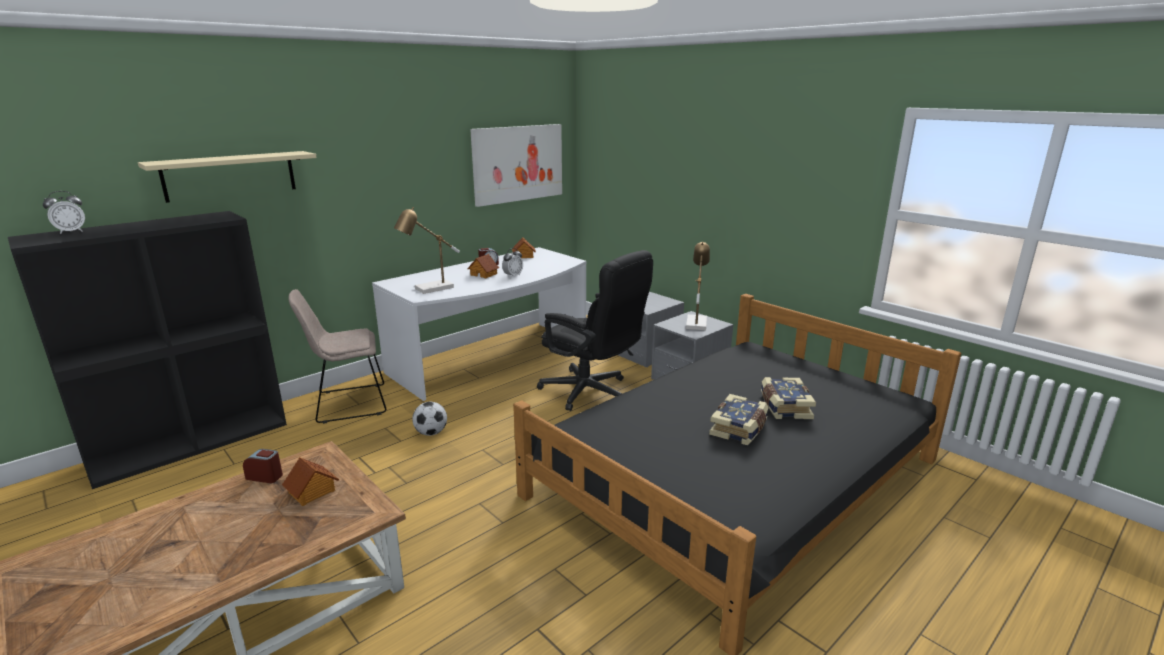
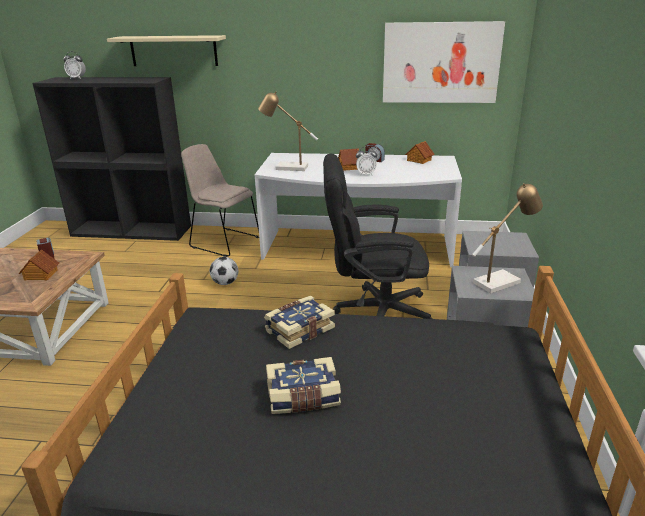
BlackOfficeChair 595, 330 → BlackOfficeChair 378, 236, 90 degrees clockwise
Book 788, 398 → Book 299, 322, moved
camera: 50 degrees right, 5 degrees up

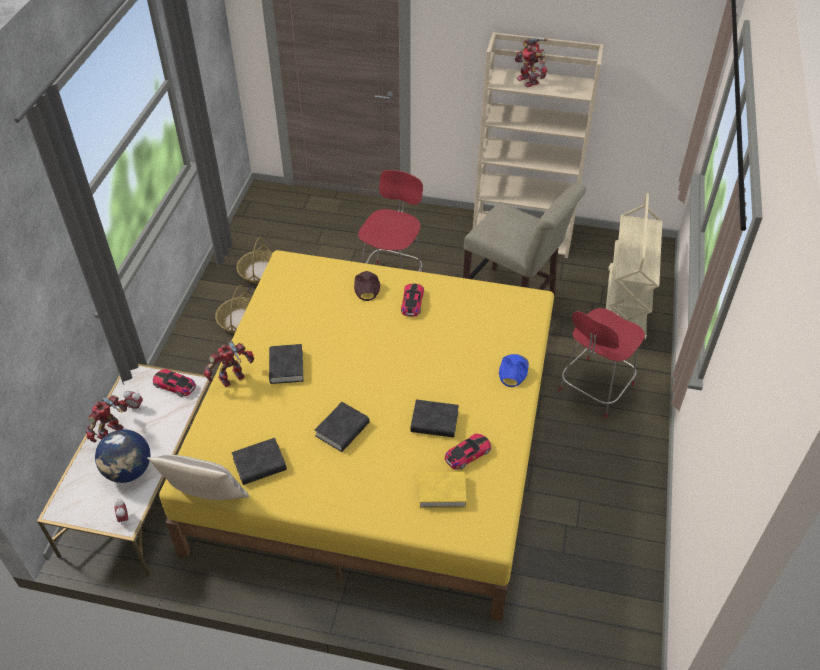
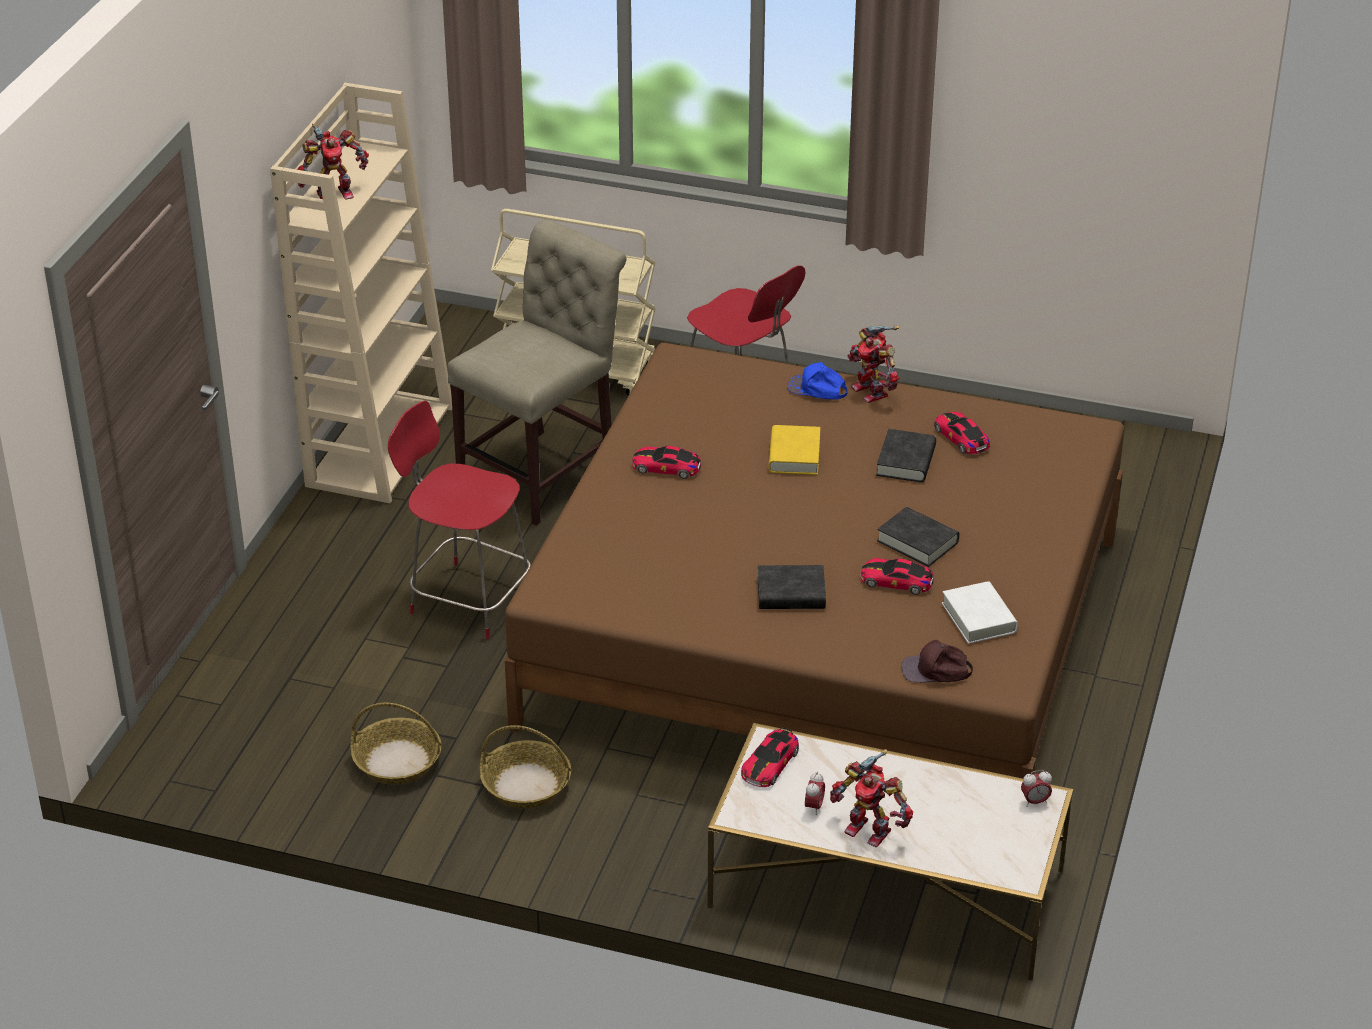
YellowBed 356, 435 → BrownBed 814, 561
BrownCap 367, 286 → BrownCap 937, 661, moved
ToyRobot 229, 364 → ToyRobot 874, 364, moved
Globe 123, 456 → -
BlackBook 259, 461 → WhiteBook 980, 612
Pillow 198, 477 → -
YellowBook 443, 489 → YellowBook 794, 450, moved
- → ToyCar 897, 576
camera: 85 degrees left, 10 degrees down

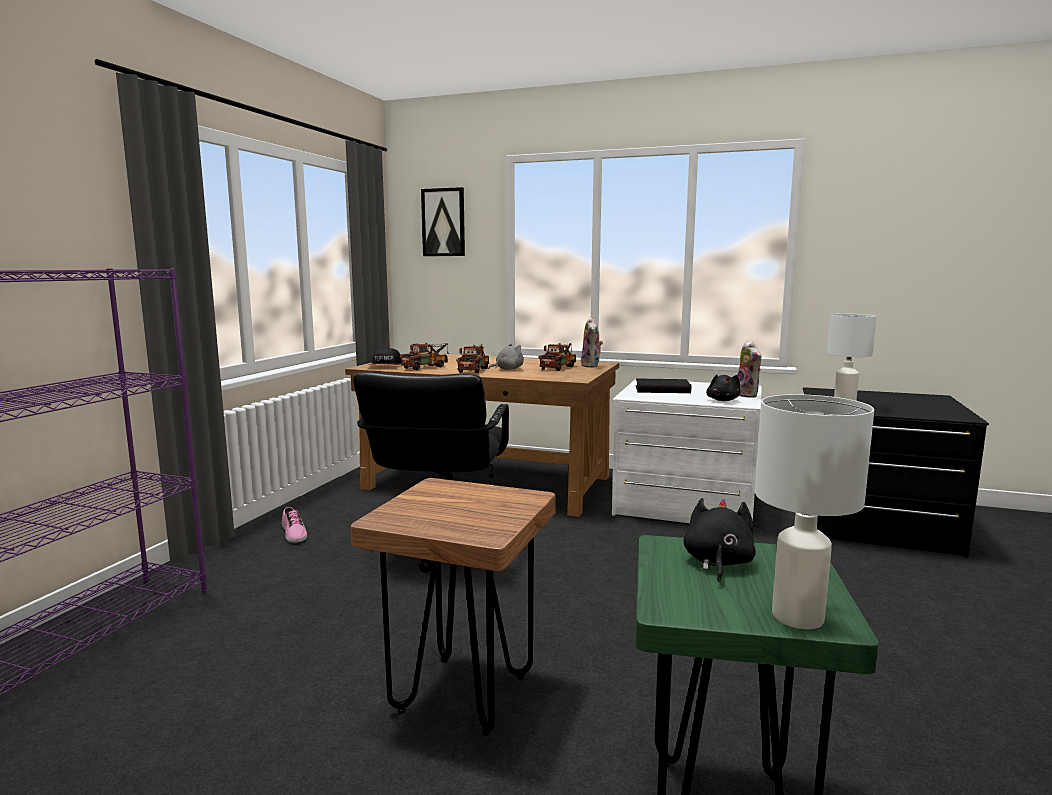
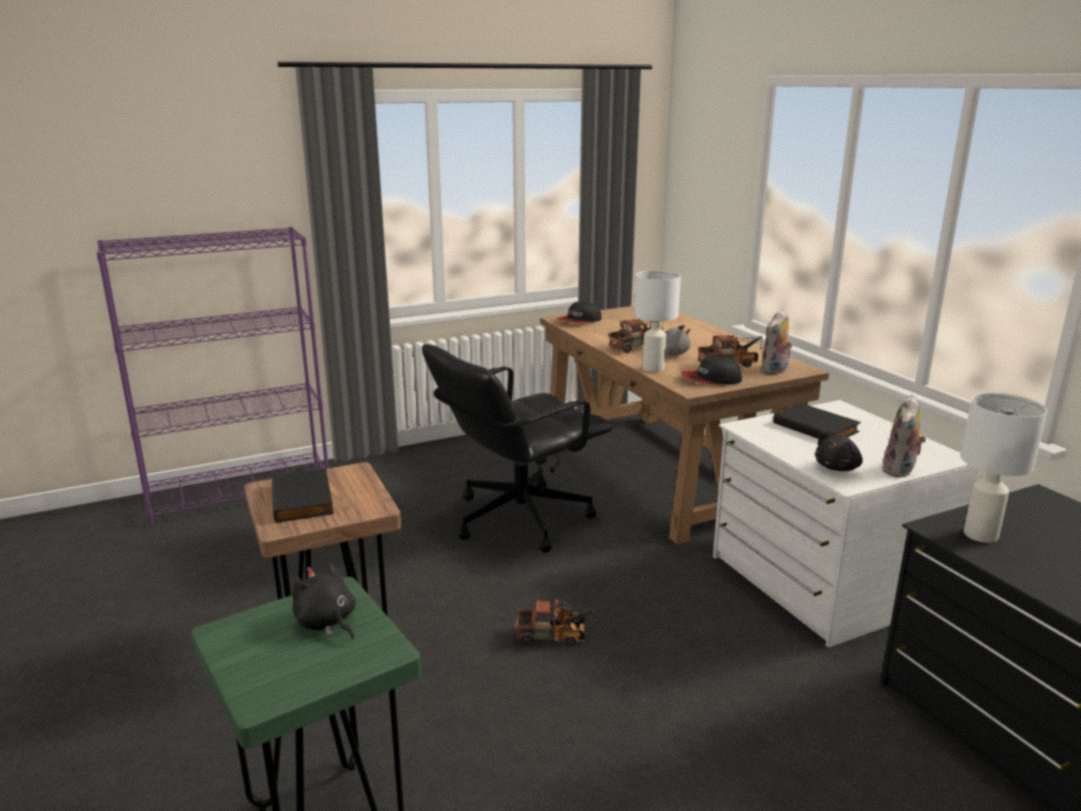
Picture 443, 221 → -
ToyTruck 424, 356 → ToyTruck 556, 622, moved
WhiteTableLamp 814, 511 → WhiteTableLamp 657, 321, moved
BlackPlushToy 720, 540 → BlackPlushToy 324, 601, 105 degrees counterclockwise
Shoe 294, 525 → -
- → Cap 711, 370
- → BlackBook 303, 495
camera: 45 degrees right, 10 degrees up

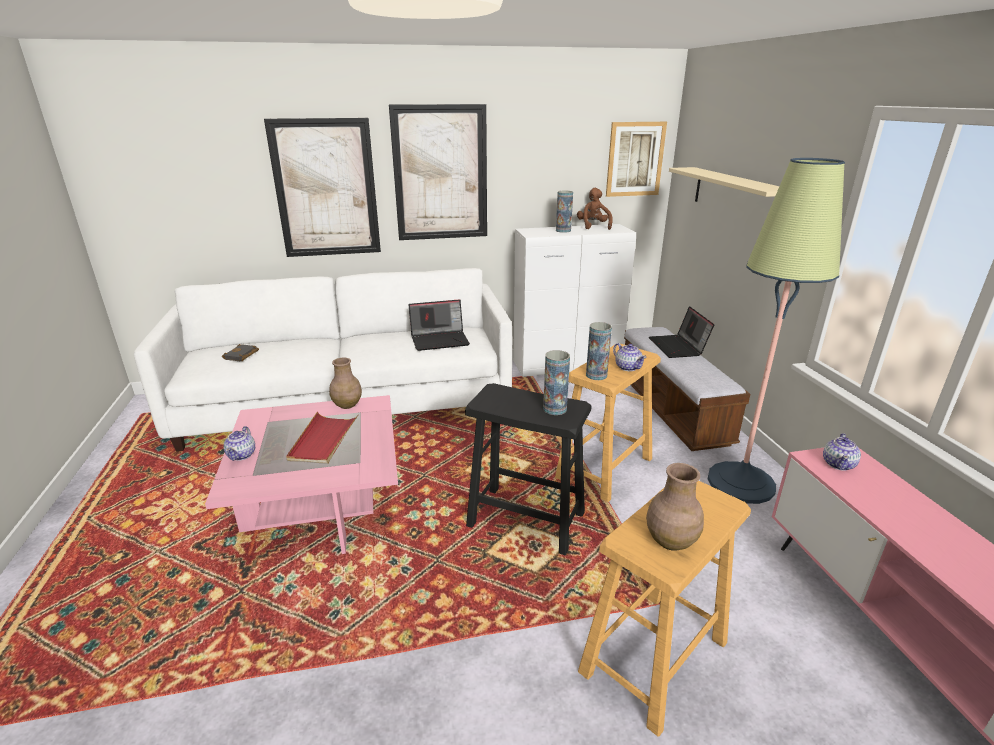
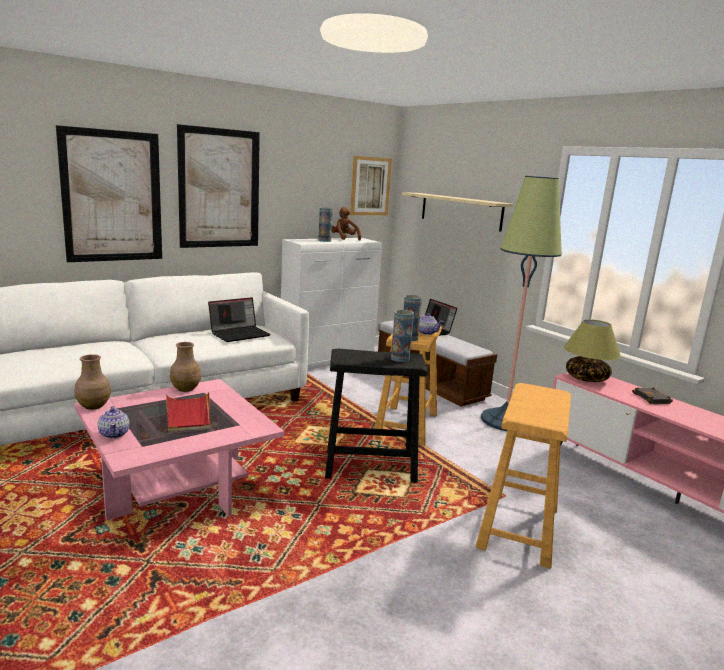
BlackBook 240, 352 → BlackBook 652, 395, moved
Teapot 842, 452 → TableLamp 592, 350
BrownVase 675, 507 → BrownVase 92, 382, moved
camera: 25 degrees left, 10 degrees down

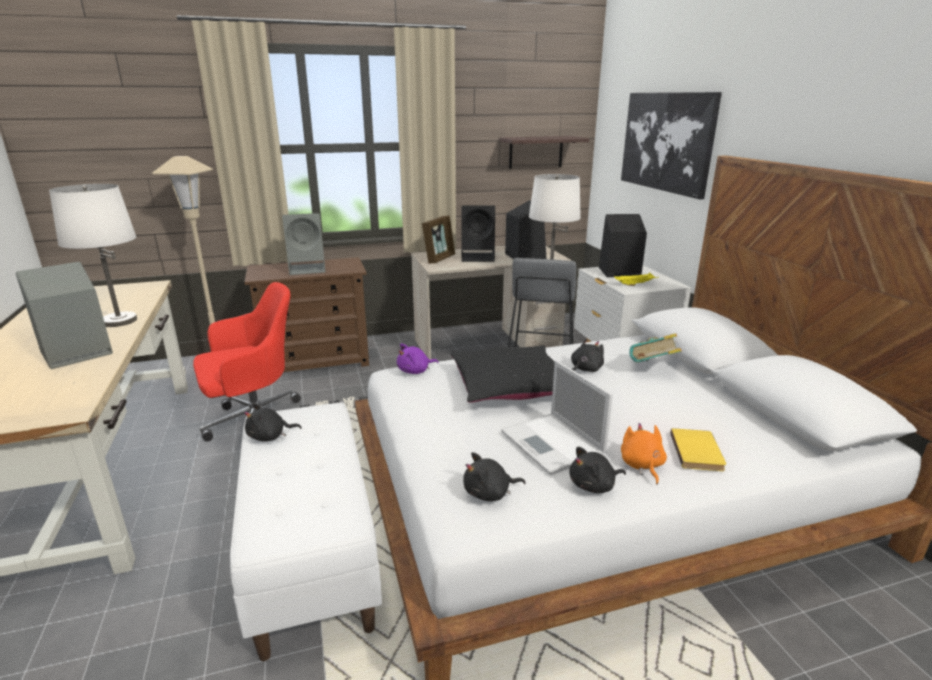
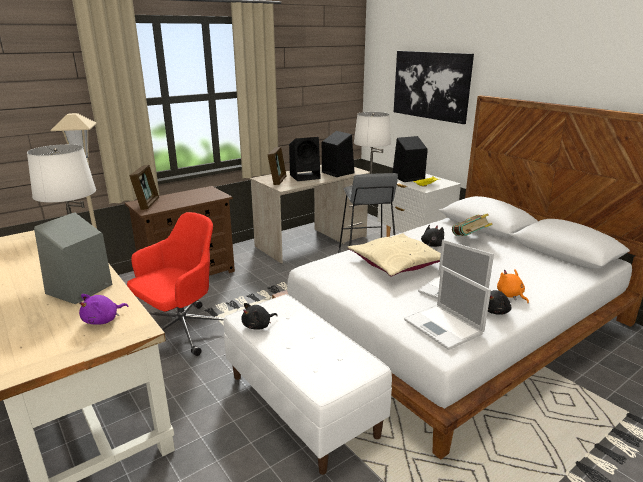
Shelf 544, 152 → -
GreySpeaker 304, 244 → -
PurplePlushToy 418, 358 → PurplePlushToy 103, 309, moved
BlackPillow 503, 374 → BeigePillow 394, 254
YellowBook 698, 449 → -
BlackPlushToy 494, 476 → Laptop 447, 308
- → PictureFrame 144, 187
camera: 20 degrees left, 0 degrees up

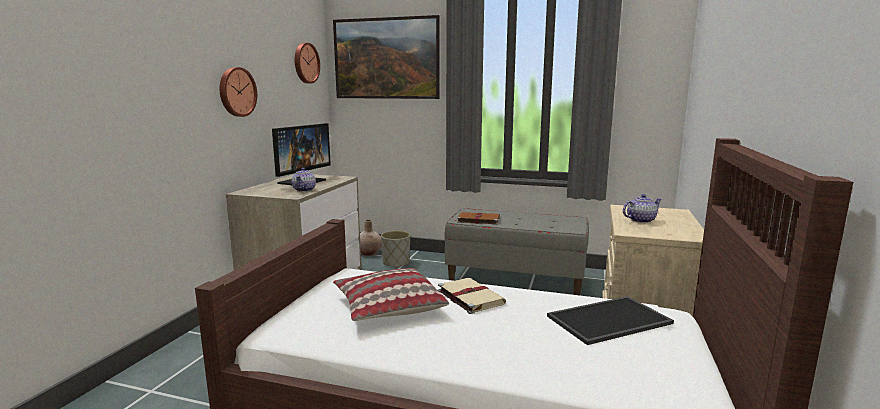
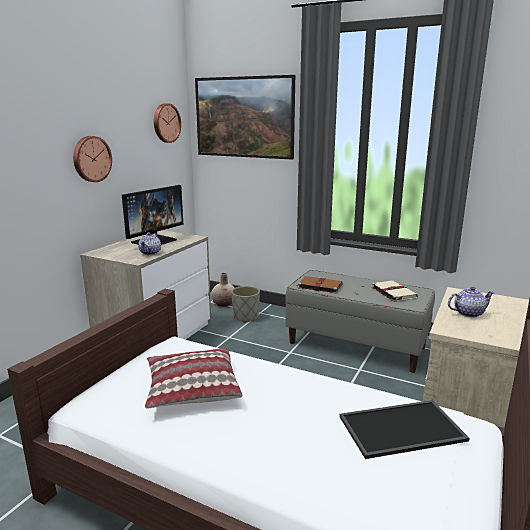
BeigeBook 472, 296 → BeigeBook 394, 291, moved
camera: 10 degrees right, 5 degrees up

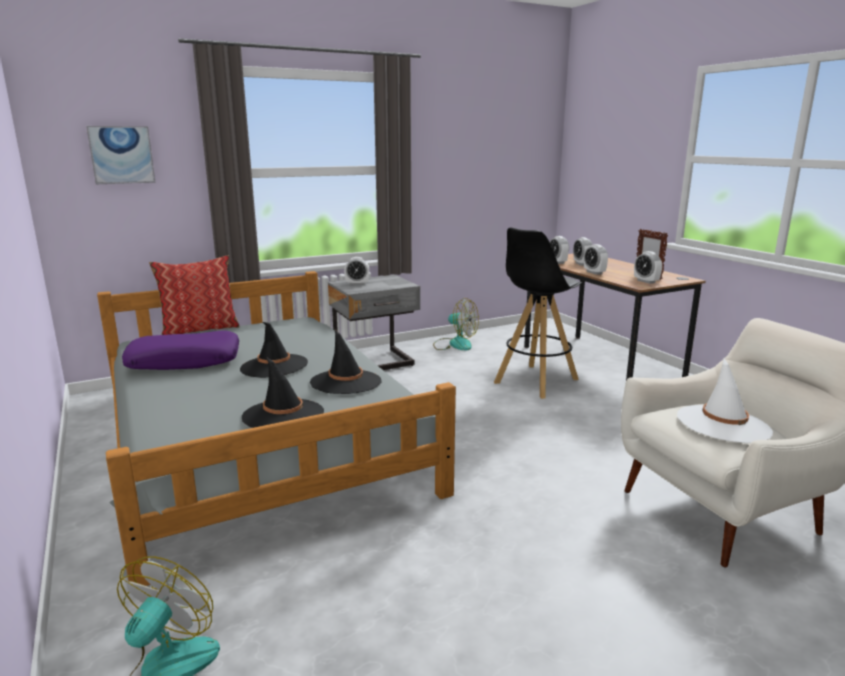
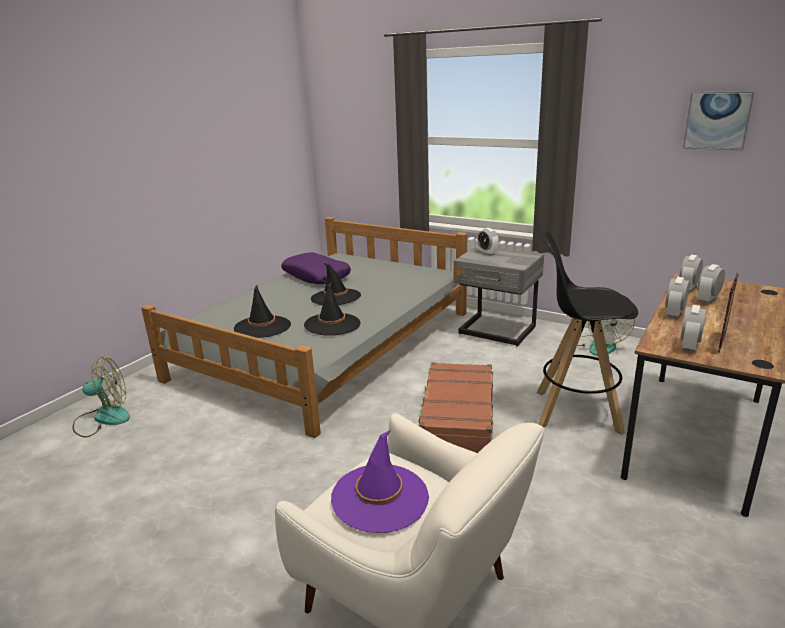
Picture 121, 155 → Picture 719, 120, moved
Pillow 194, 295 → -
WhiteHat 725, 400 → PurpleHat 380, 481
- → BrownSuitcase 455, 407
camera: 60 degrees right, 5 degrees up

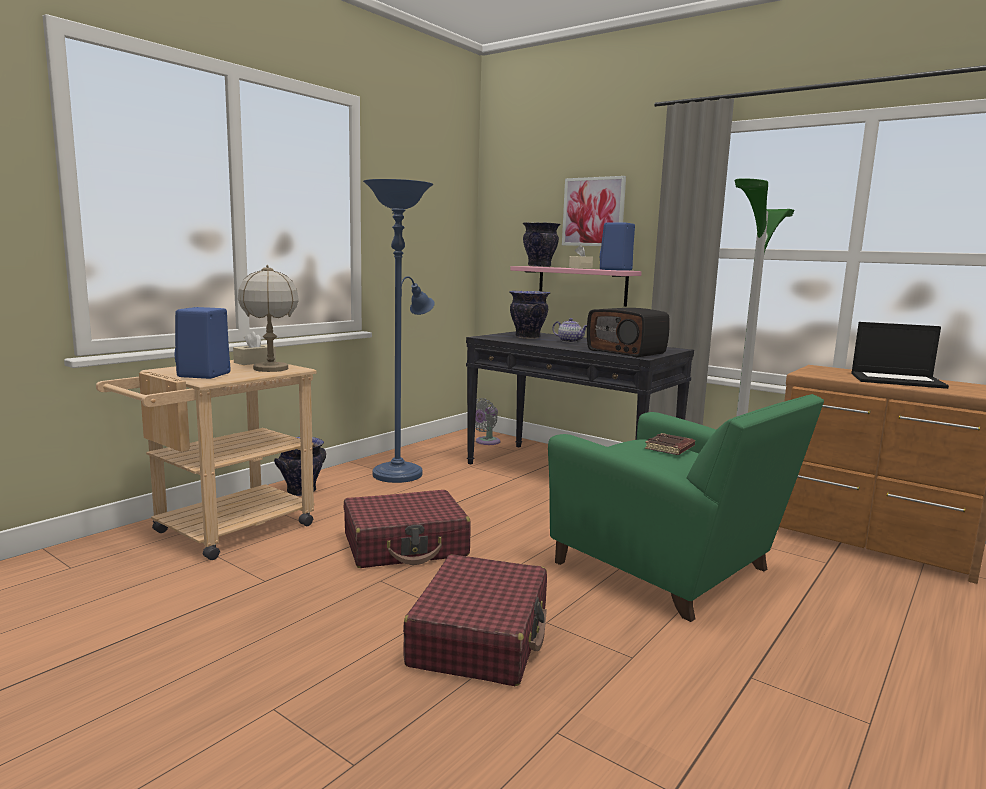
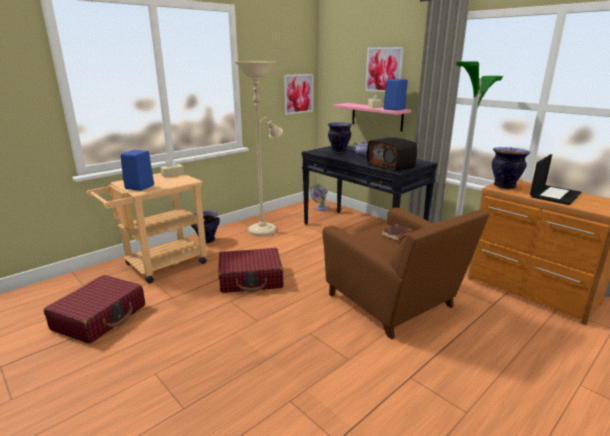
BlueFloorLamp 399, 331 → BeigeFloorLamp 259, 149
Vase 542, 244 → Vase 511, 168, moved
TableLamp 268, 318 → -
Laptop 900, 355 → Laptop 555, 179, 75 degrees counterclockwise
GreenArmchair 686, 508 → BrownArmchair 405, 273
RedSuitcase 475, 620 → RedSuitcase 94, 309, moved
- → Picture 298, 94
camera: 10 degrees right, 10 degrees up

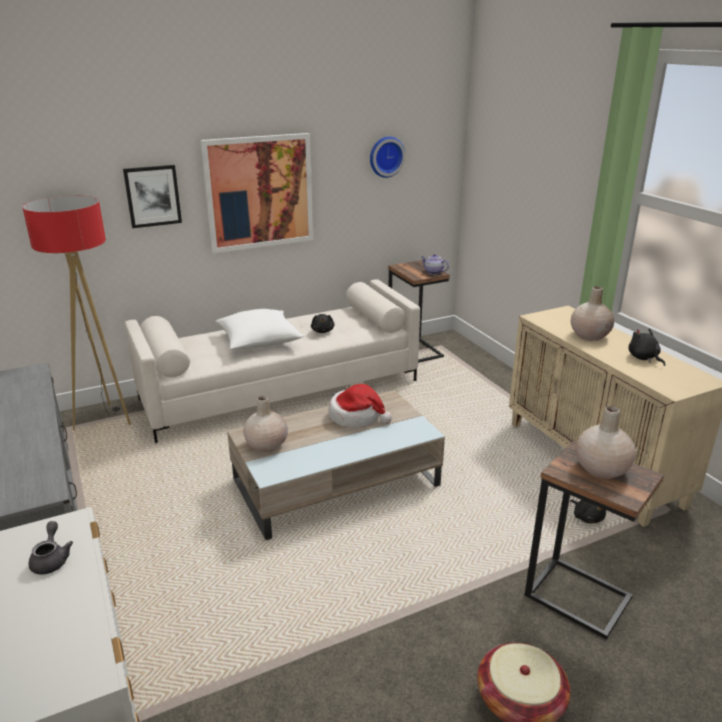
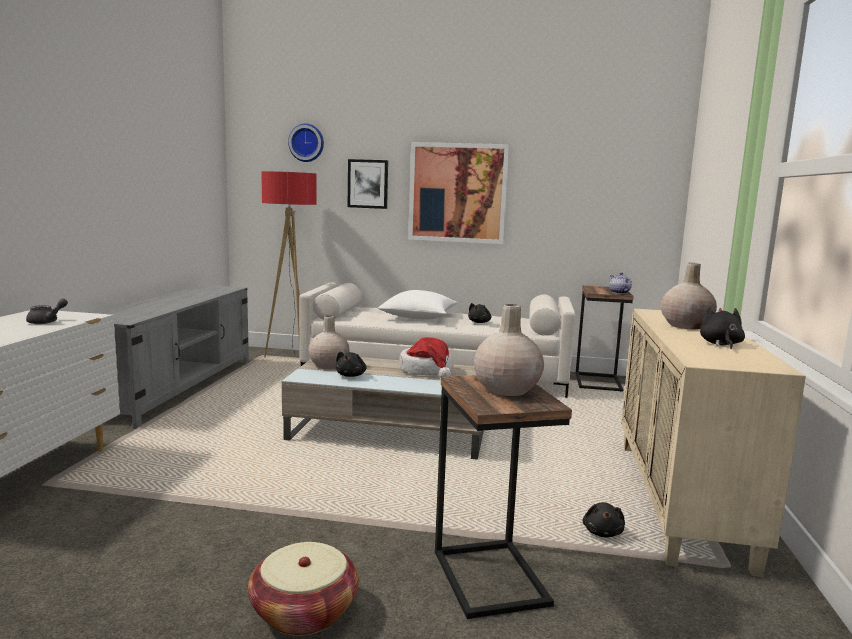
WallClock 387, 157 → WallClock 306, 143, moved
- → BlackPlushToy 351, 364
camera: 35 degrees right, 15 degrees down

